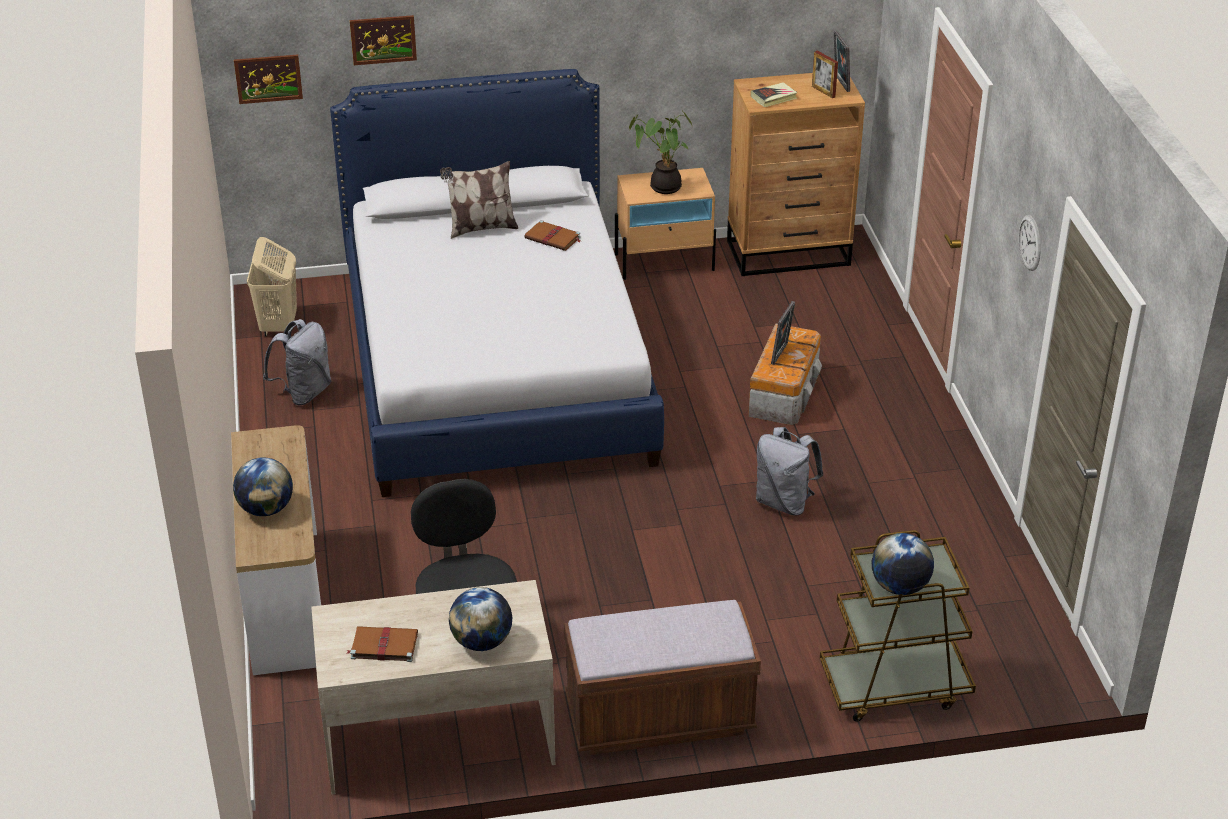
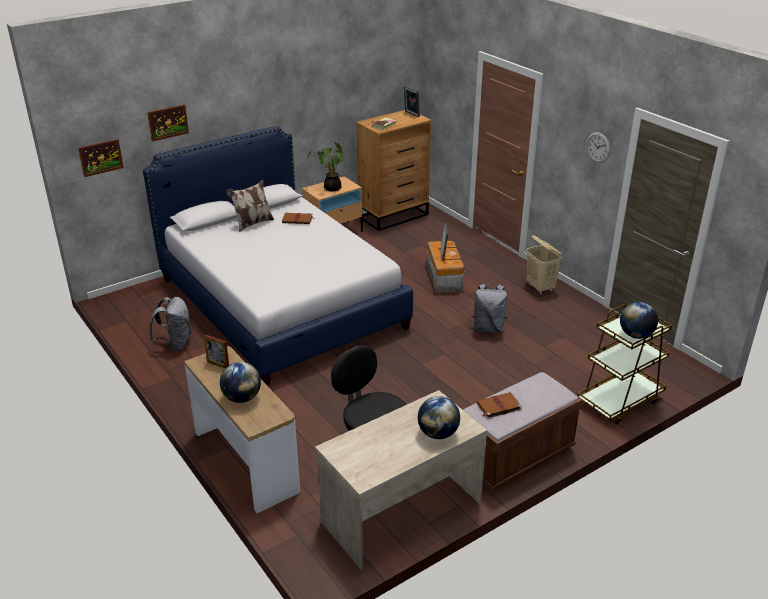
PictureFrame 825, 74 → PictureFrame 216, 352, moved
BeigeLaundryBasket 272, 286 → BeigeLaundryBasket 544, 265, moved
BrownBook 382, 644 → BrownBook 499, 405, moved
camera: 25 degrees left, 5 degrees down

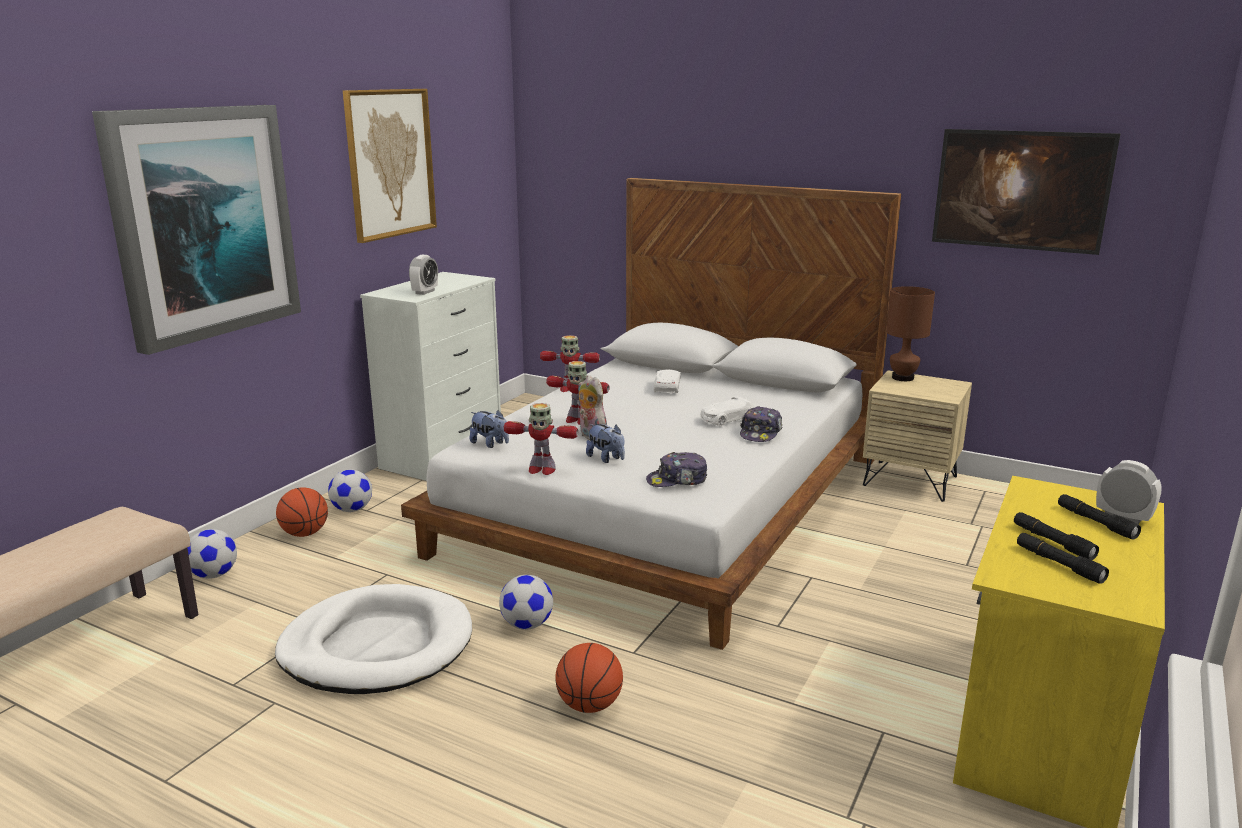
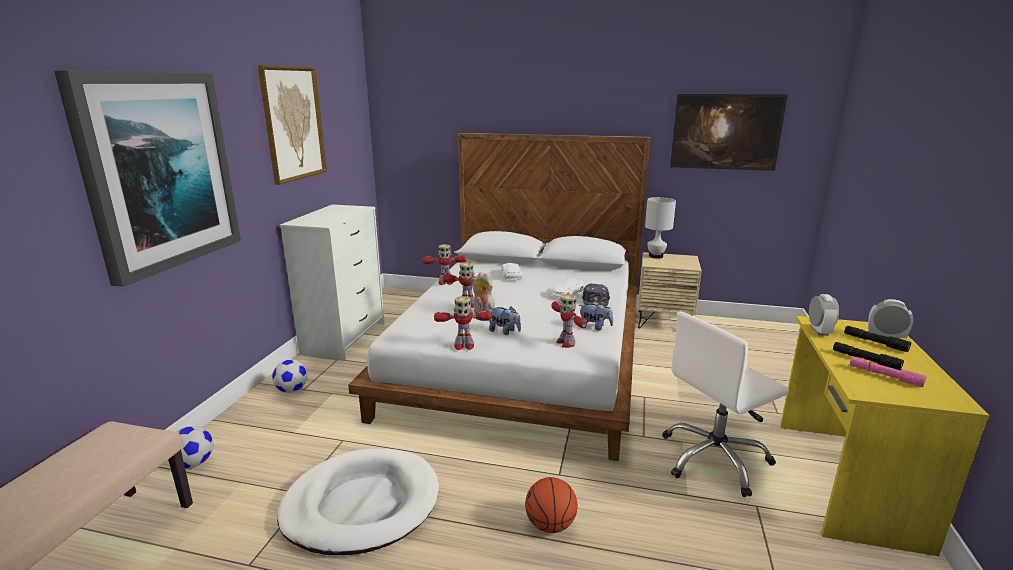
AlarmClock 423, 274 → AlarmClock 824, 315, moved
BrownTableLamp 910, 333 → WhiteTableLamp 660, 228
PlushToy 489, 429 → PlushToy 596, 316, moved
Cap 676, 469 → ToyRobot 569, 321
Basketball 302, 512 → -
BlackFlashlight 1063, 558 → PinkFlashlight 888, 372
Football 526, 602 → -
- → WhiteOfficeChair 725, 404
camera: 15 degrees left, 0 degrees up

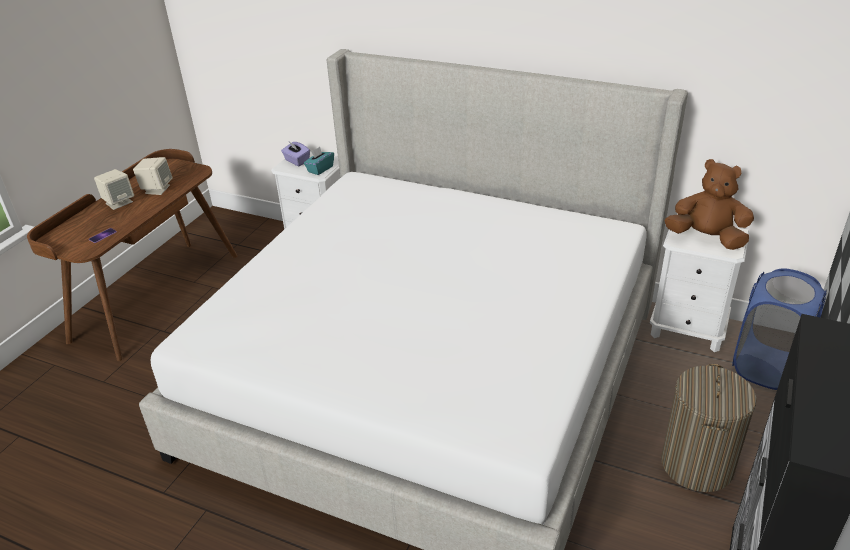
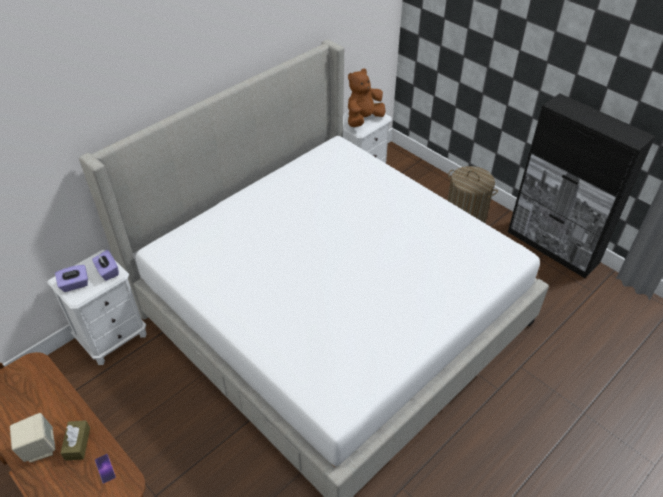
TurquoiseTissueBox 319, 161 → PurpleTissueBox 105, 265
BeigeSpeaker 153, 176 → -
BlueLaundryBasket 779, 329 → -
- → BrownTissueBox 75, 440
camera: 70 degrees left, 10 degrees up

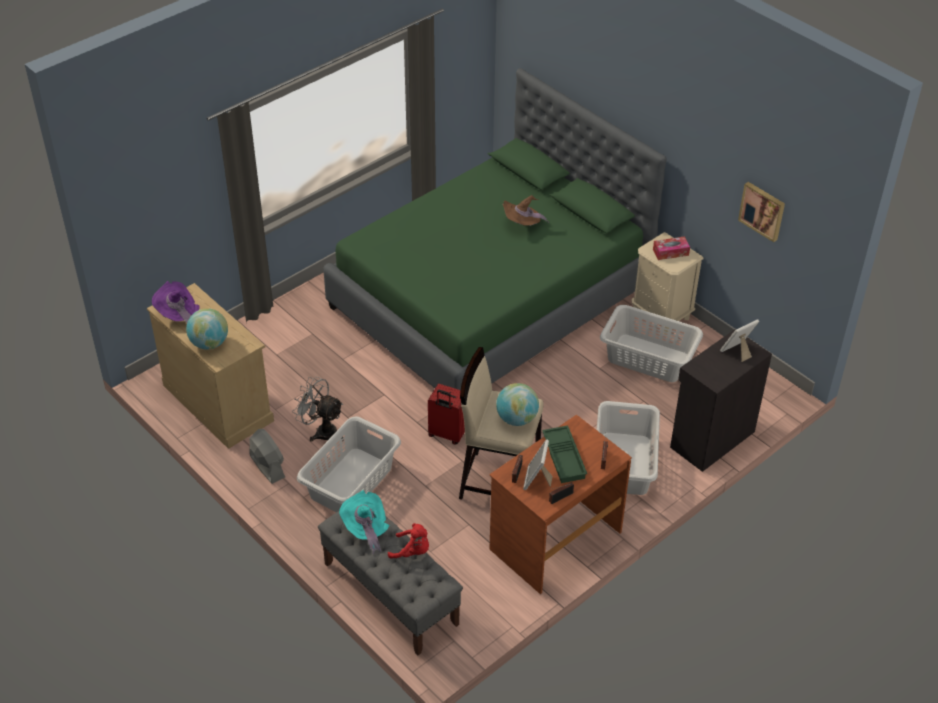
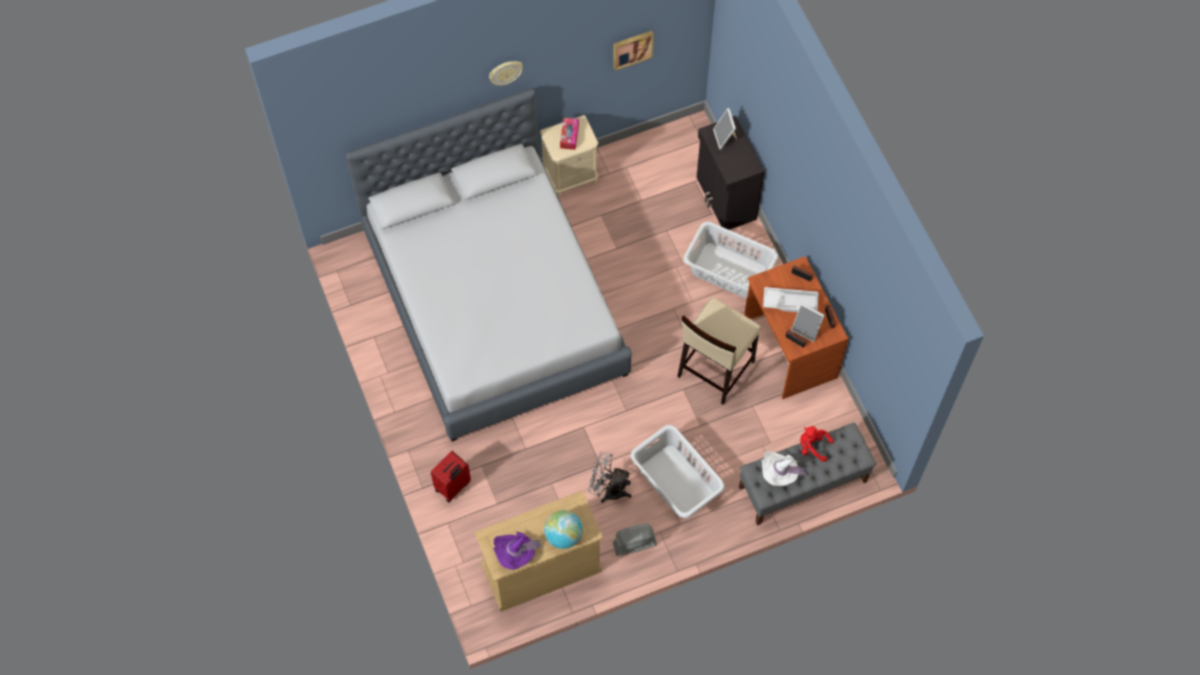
GreenBed 495, 229 → GreyBed 488, 264
BrownHat 525, 210 → -
GreyLaundryBasket 651, 343 → -
GreyFan 318, 409 → GreyFan 609, 477, 60 degrees clockwise
Globe 517, 404 → -
RedSuitcase 446, 414 → RedSuitcase 451, 477, moved
GreenTray 564, 454 → WhiteTray 791, 299
TurquoiseHat 364, 522 → WhiteHat 784, 468
RedPlushToy 408, 541 → RedPlushToy 817, 444, 105 degrees counterclockwise
- → WallClock 506, 73
camera: 70 degrees left, 20 degrees up

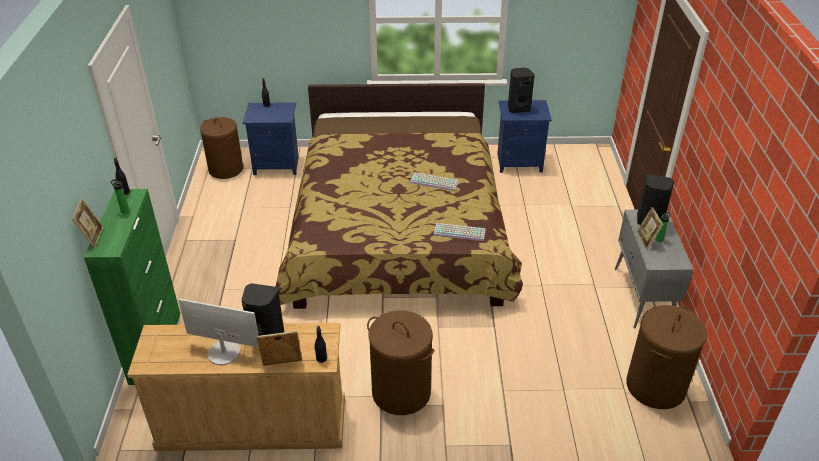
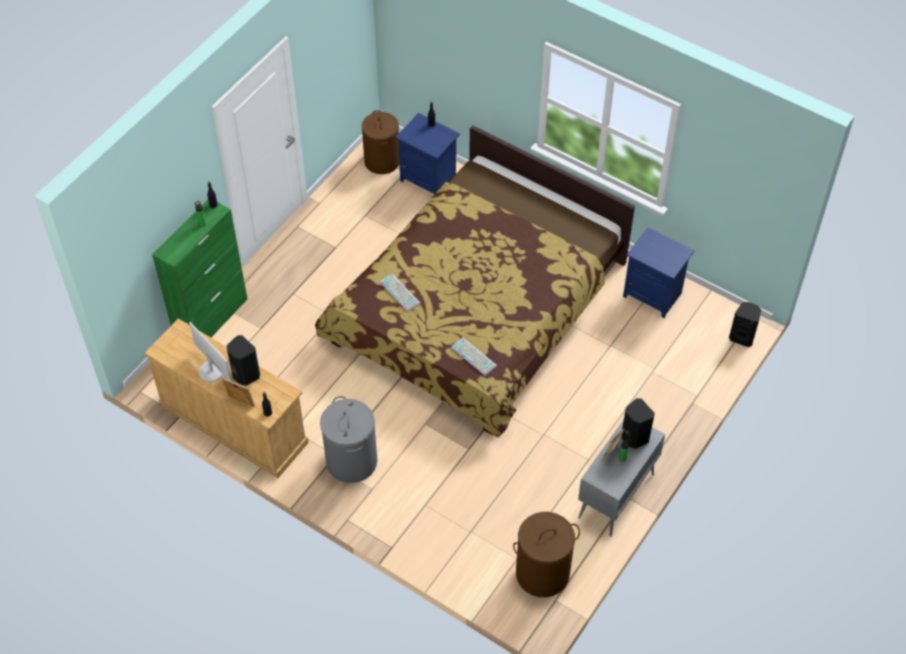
BlackSpeaker 521, 90 → BlackSpeaker 745, 324, moved
Keyboard 434, 182 → Keyboard 400, 293, moved
PictureFrame 87, 223 → -
BrownLaundryBasket 400, 363 → GreyLaundryBasket 348, 439
camera: 35 degrees right, 15 degrees up

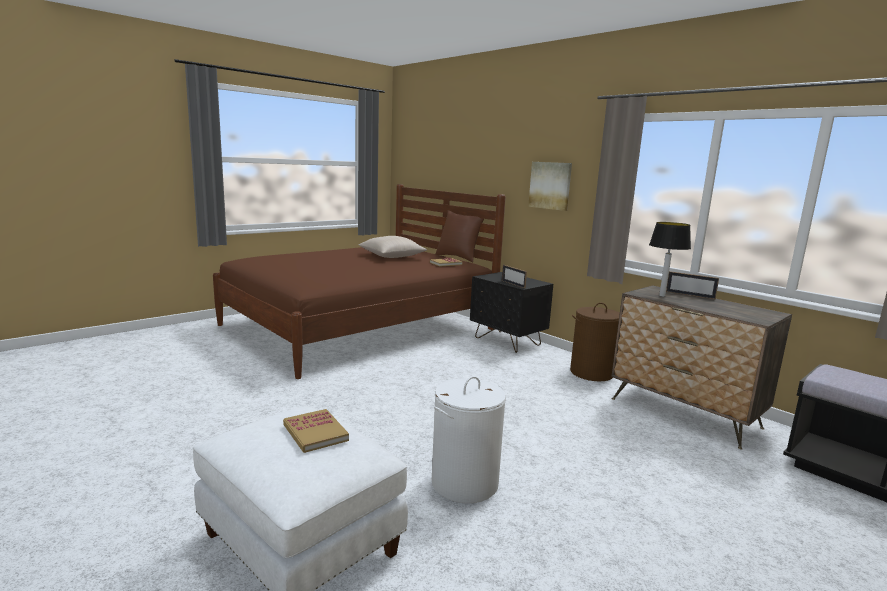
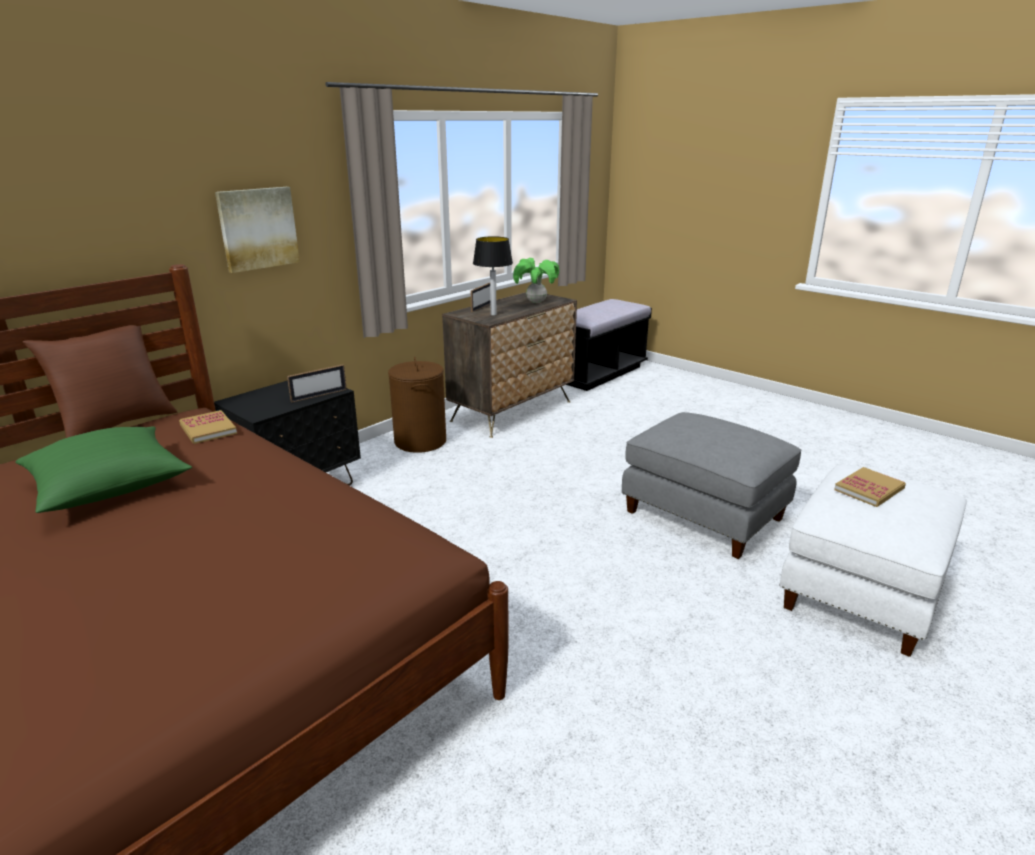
BeigePillow 393, 247 → GreenPillow 103, 469
WhiteLaundryBasket 469, 439 → GreyOttoman 711, 485
- → PottedPlant 536, 280
camera: 95 degrees left, 10 degrees up

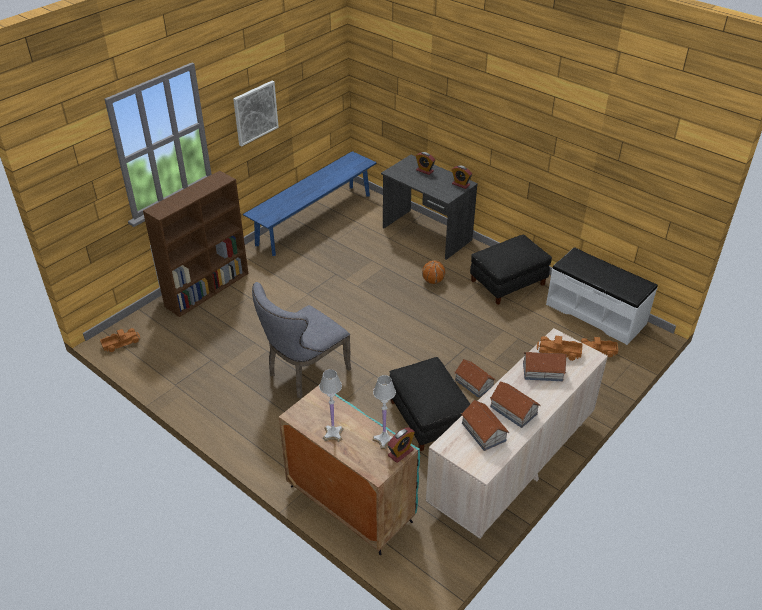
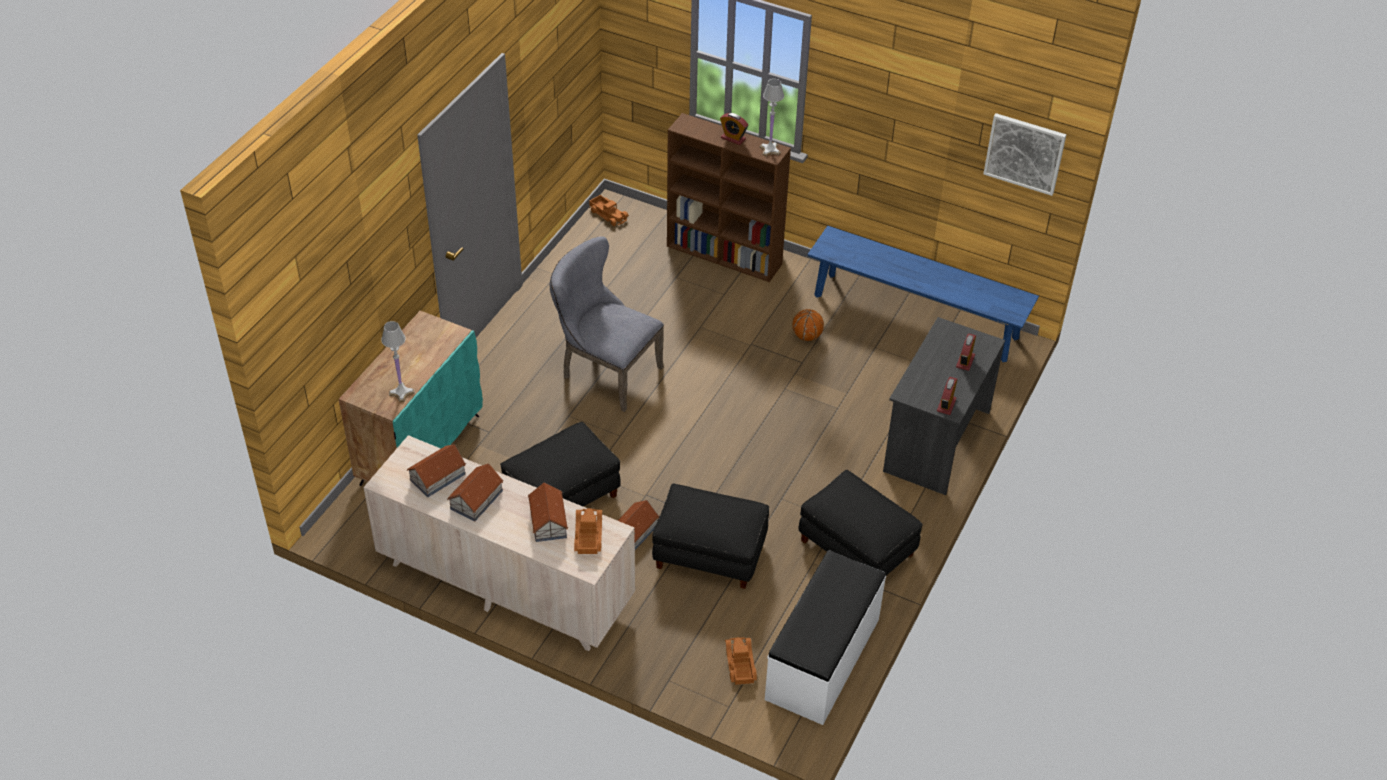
Picture 256, 113 → Picture 1024, 154, moved
Basketball 433, 272 → Basketball 808, 325, moved
WhiteTableLamp 331, 405 → WhiteTableLamp 772, 118, moved
AlarmClock 401, 445 → AlarmClock 734, 129, moved
- → BlackOttoman 710, 536
camera: 75 degrees right, 5 degrees up

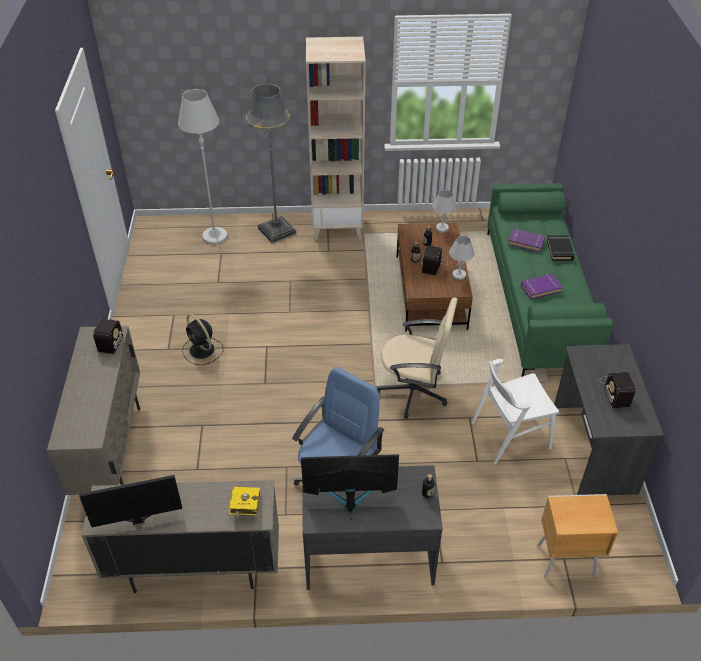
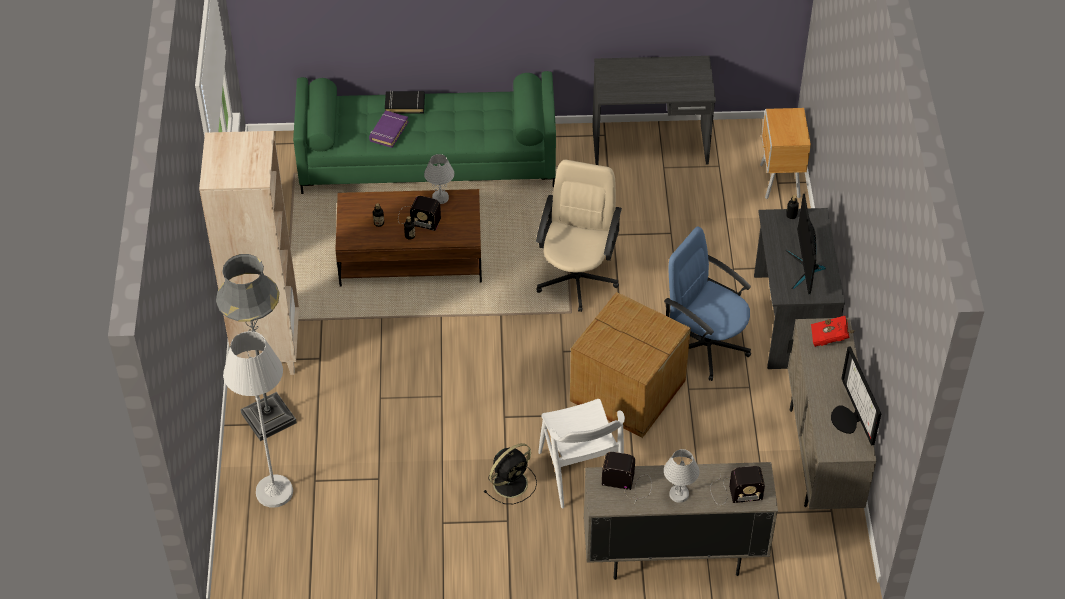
WhiteTableLamp 444, 211 → WhiteTableLamp 681, 476, moved
PurpleBook 542, 287 → -
WhiteChair 515, 411 → WhiteChair 581, 453, moved
Radio 619, 390 → Radio 737, 485, moved
YellowBook 244, 502 → RedBook 832, 331
- → CardboardBox 630, 365
camera: 90 degrees left, 5 degrees up

